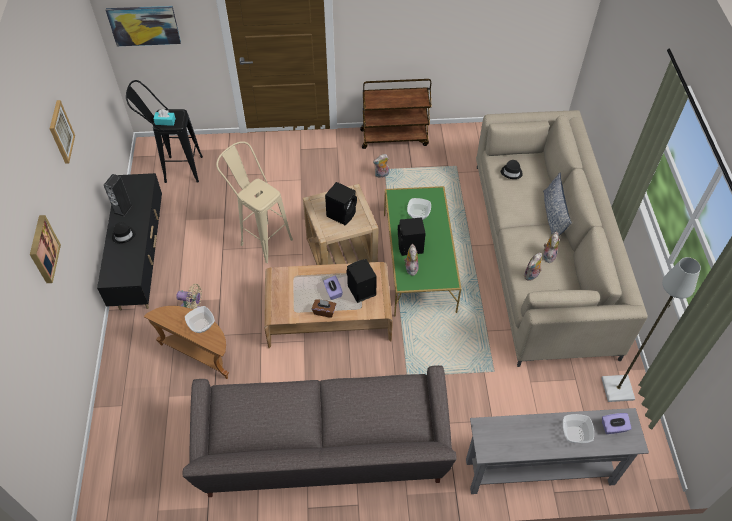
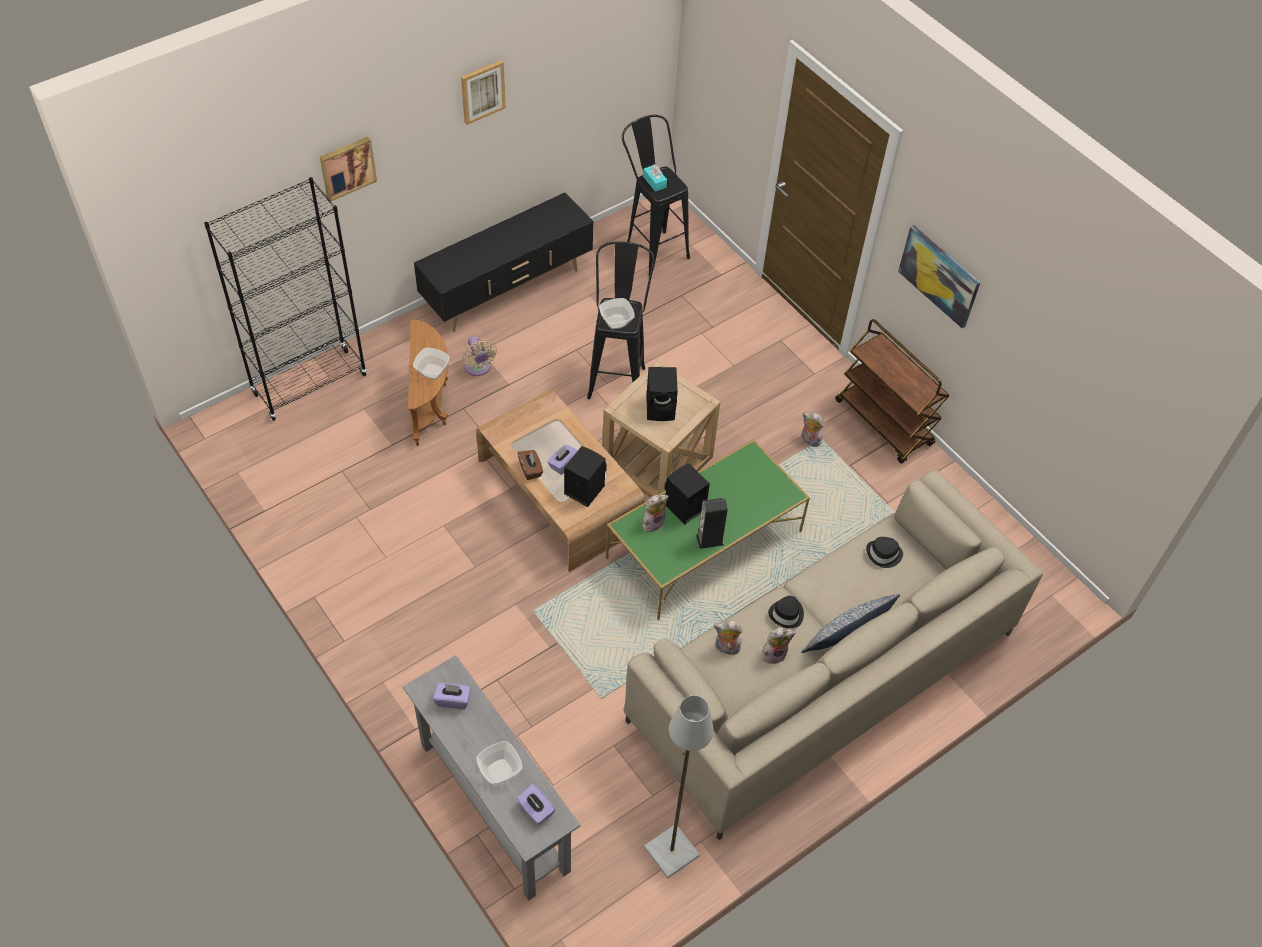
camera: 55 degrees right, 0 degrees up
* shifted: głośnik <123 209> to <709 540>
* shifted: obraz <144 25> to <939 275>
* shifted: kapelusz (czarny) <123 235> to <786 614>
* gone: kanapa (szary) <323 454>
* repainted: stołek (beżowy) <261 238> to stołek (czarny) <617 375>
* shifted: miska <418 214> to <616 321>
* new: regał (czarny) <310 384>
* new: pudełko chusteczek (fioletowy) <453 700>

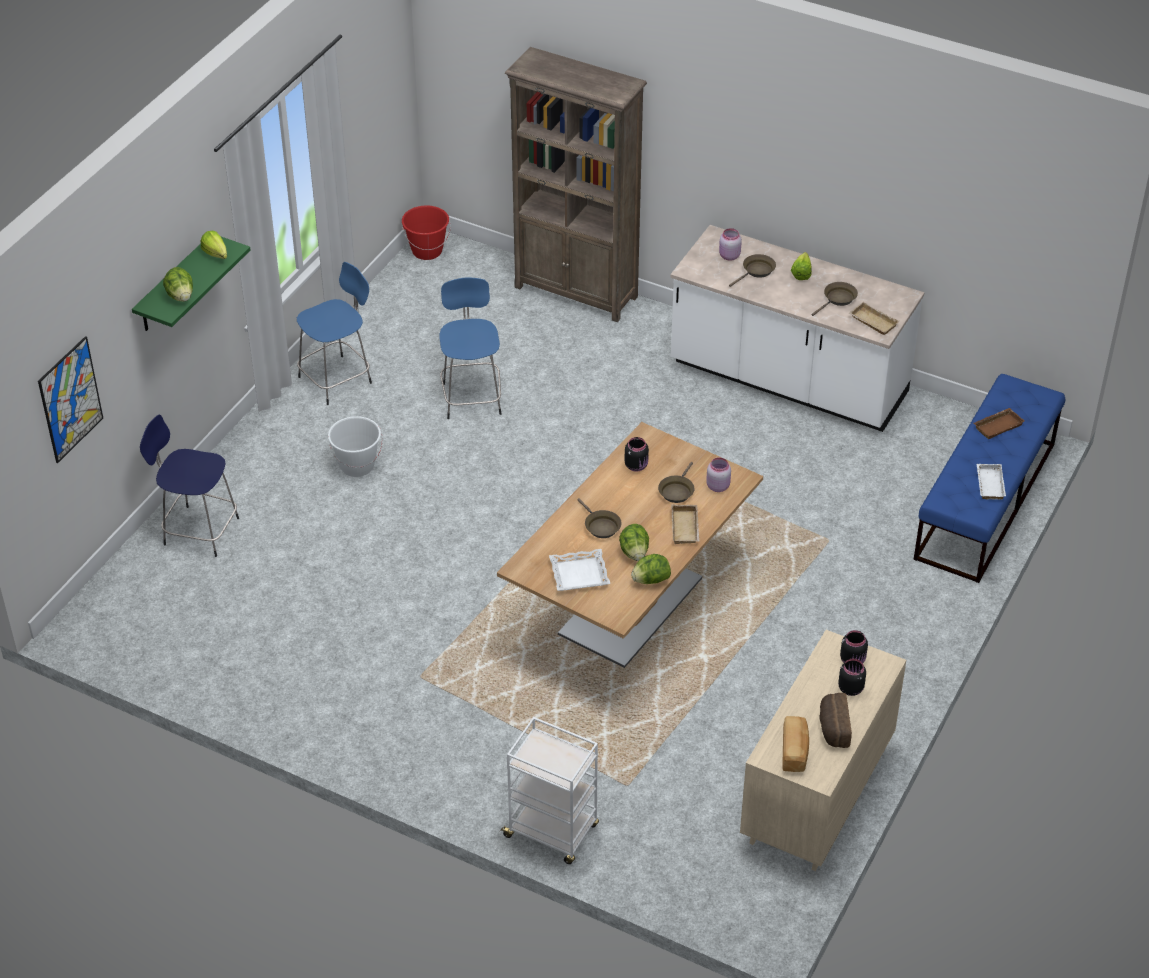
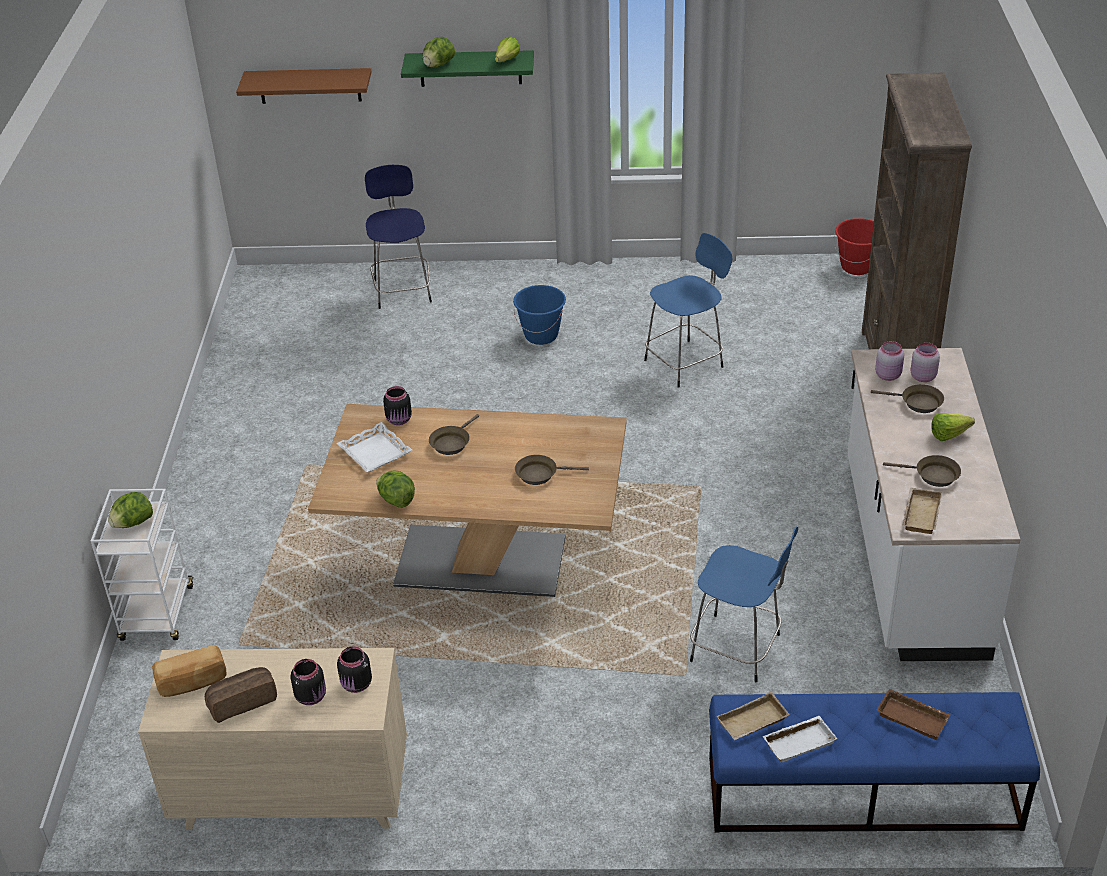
camera: 65 degrees right, 5 degrees down
* swapped: obraz <70 399> to półka (brązowy) <309 85>
* shifted: stołek (niebieski) <337 379> to <738 649>
* repainted: wiadro (biały) <357 466> to wiadro (niebieski) <541 335>
* shifted: sałata <634 552> to <133 523>
* shifted: słoik (czarny) <637 465> to <399 420>
* shifted: taca (beżowy) <686 528> to <752 723>
* shifted: słoik (różowy) <717 486> to <888 375>

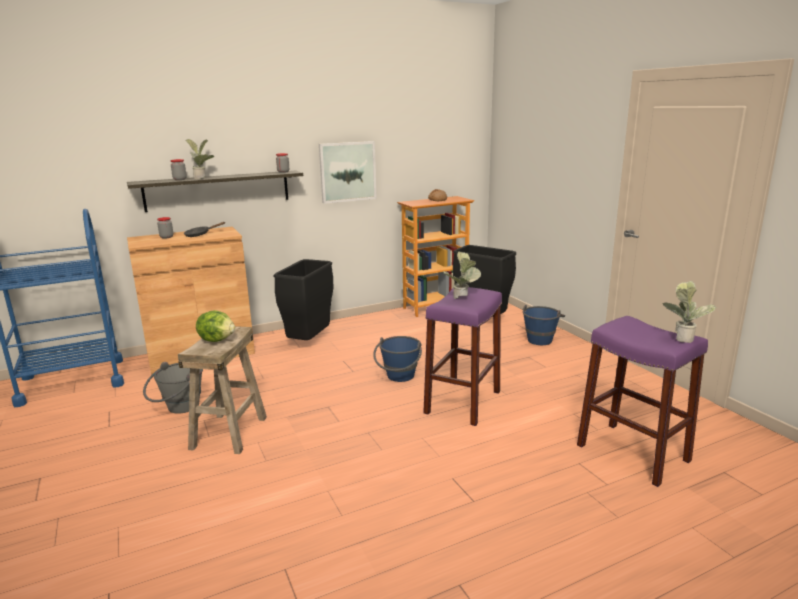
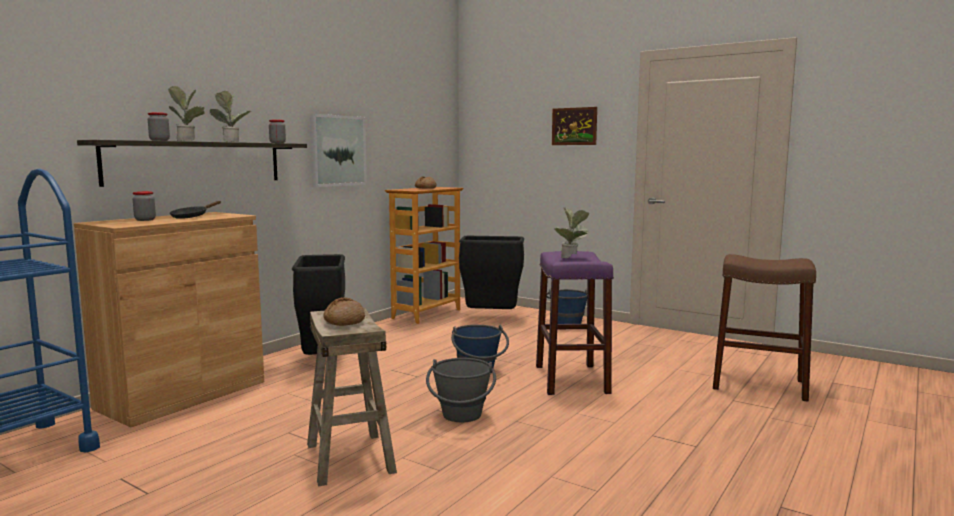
camera: 30 degrees left, 10 degrees down
* shifted: wiadro (szary) <178 409> to <461 418>
* swapped: sałata <217 339> to chleb <344 321>
* repainted: stołek (fioletowy) <633 453> to stołek (brązowy) <759 385>
* shifted: roślina doniczkowa <682 337> to <231 142>
* new: obraz <574 126>

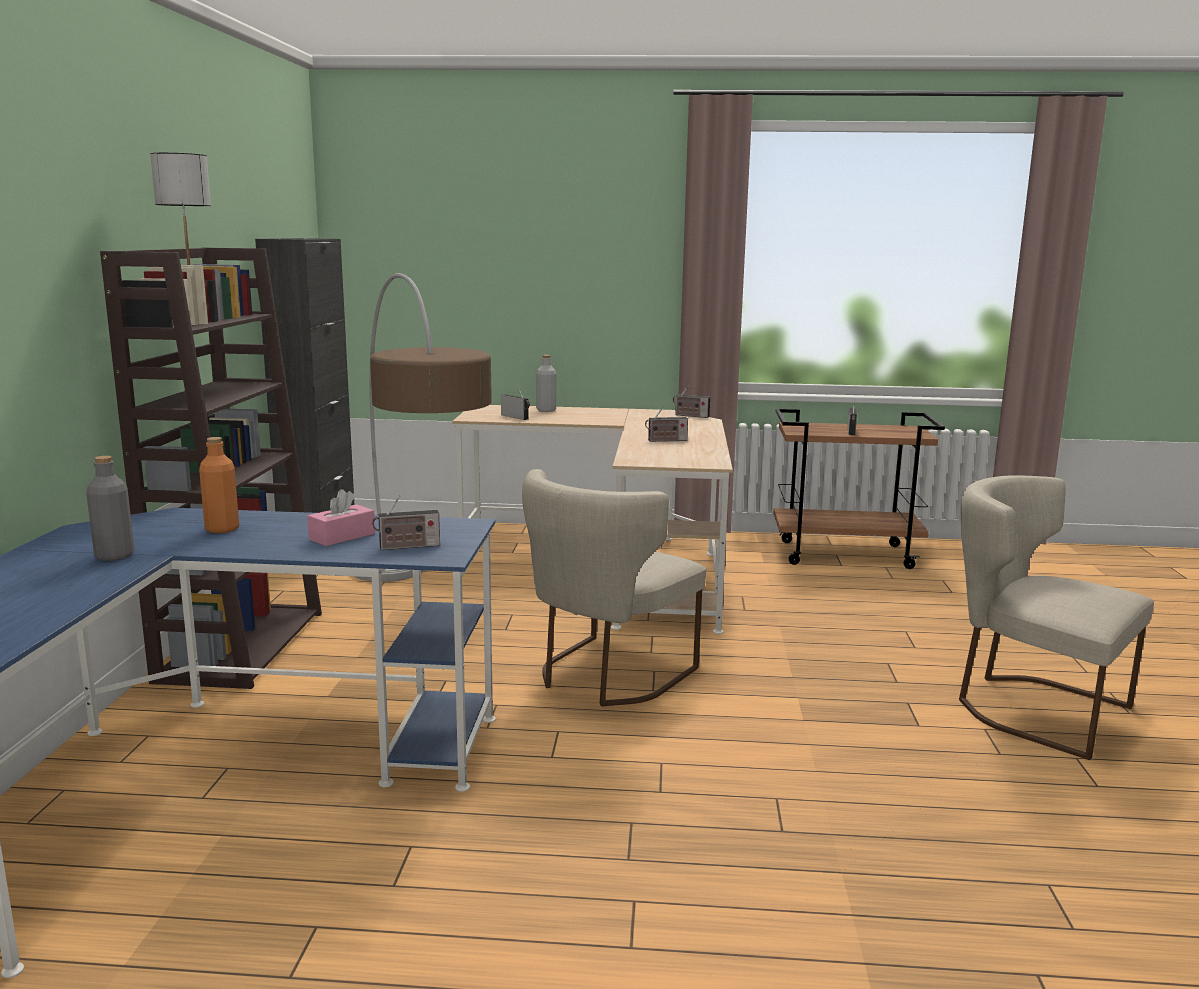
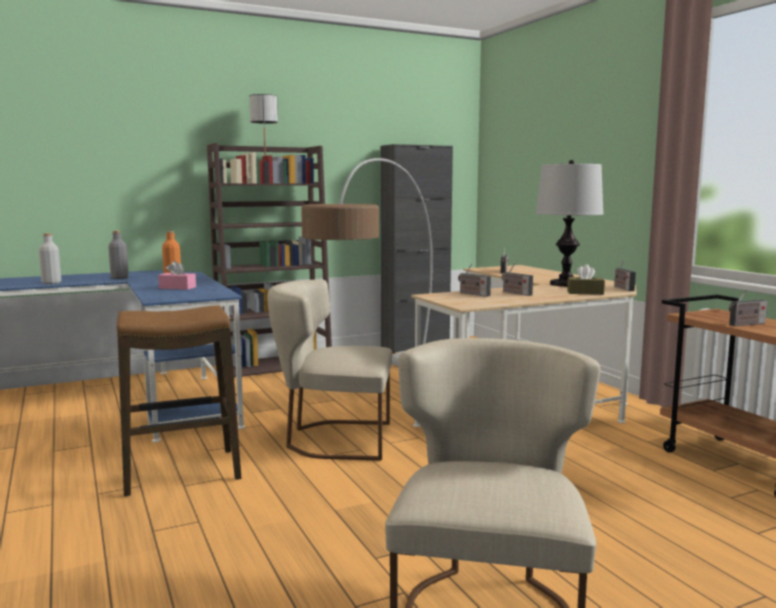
camera: 60 degrees right, 5 degrees down
* shifted: radio <406 547> to <473 294>
* shifted: butelka (szary) <546 410> to <51 283>
* new: stołek <181 472>
* new: lampa stołowa <566 284>
* new: pudełko chusteczek (brązowy) <585 292>

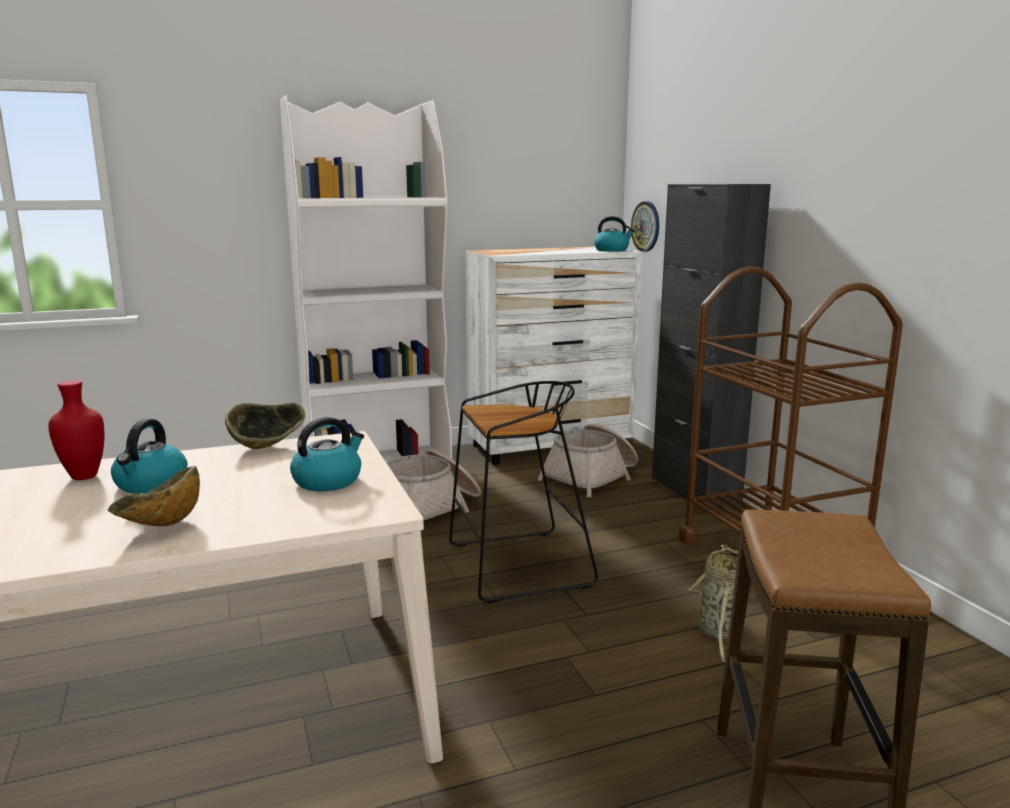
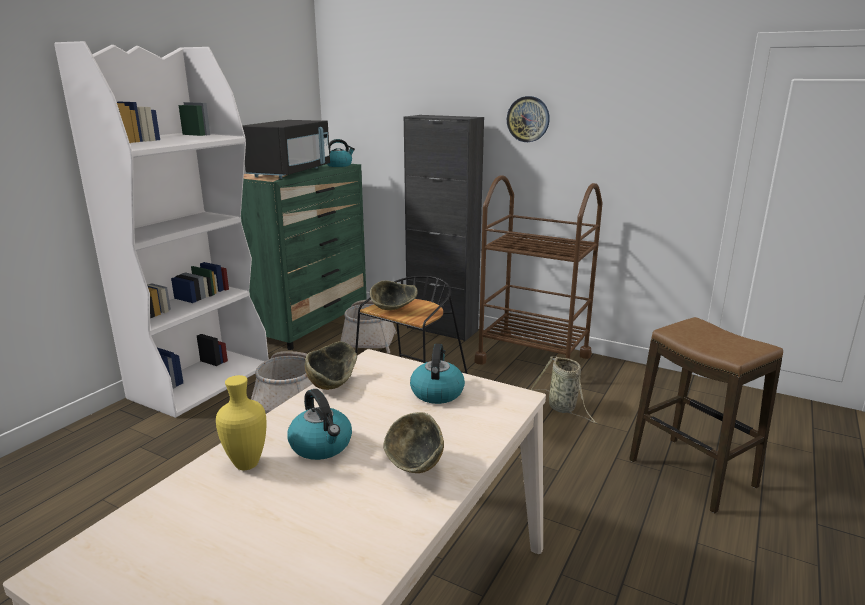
camera: 40 degrees left, 5 degrees up
* repainted: wazon (czerwony) <85 477> to wazon (żółty) <248 464>
* repainted: komoda (biały) <551 446> to komoda (zielony) <311 324>
* shifted: zegar ścienny <646 226> to <528 119>
* new: mikrofalówka (czarny) <290 173>
* new: miska <393 310>

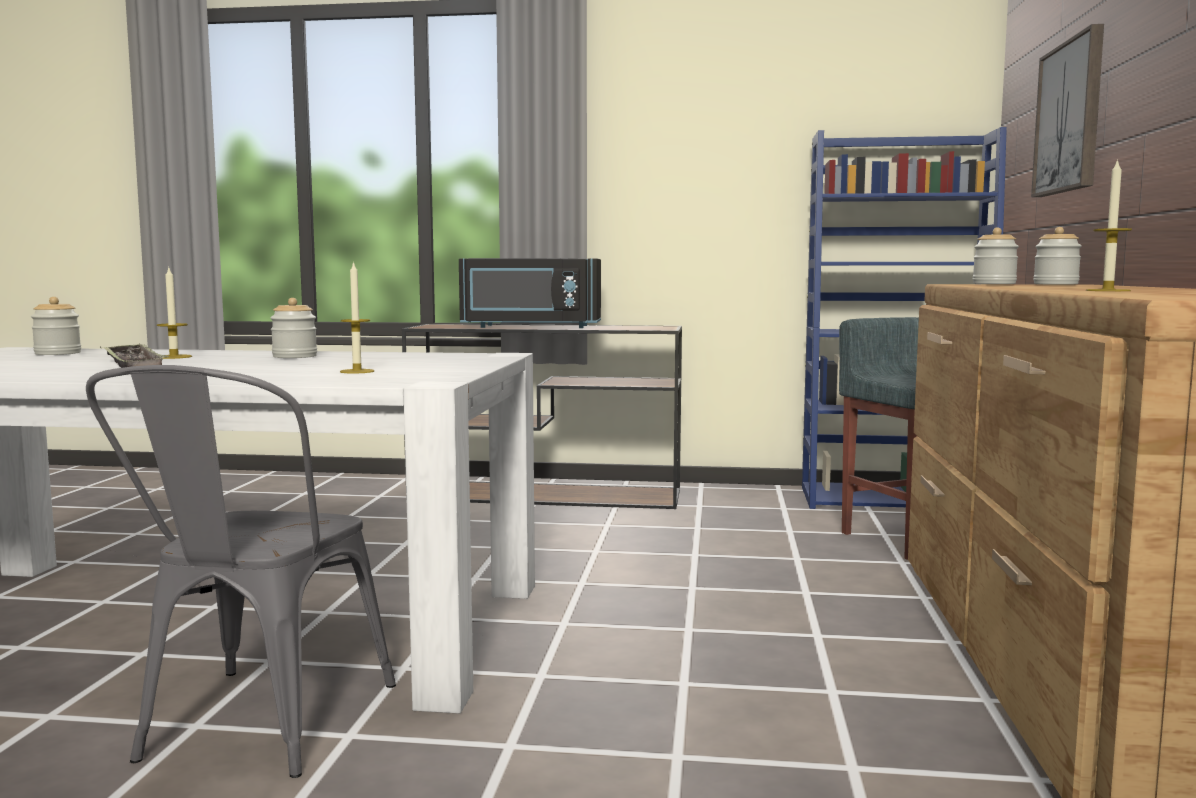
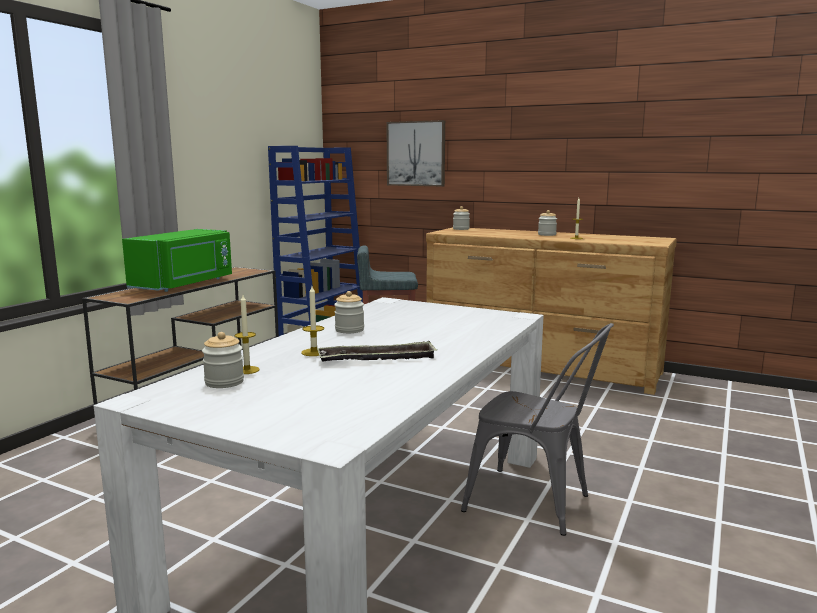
camera: 70 degrees left, 5 degrees up
* shifted: świeca <357 371> to <247 370>
* repainted: mikrofalówka (czarny) <530 327> to mikrofalówka (zielony) <185 284>
* shifted: słoik <994 284> to <547 235>

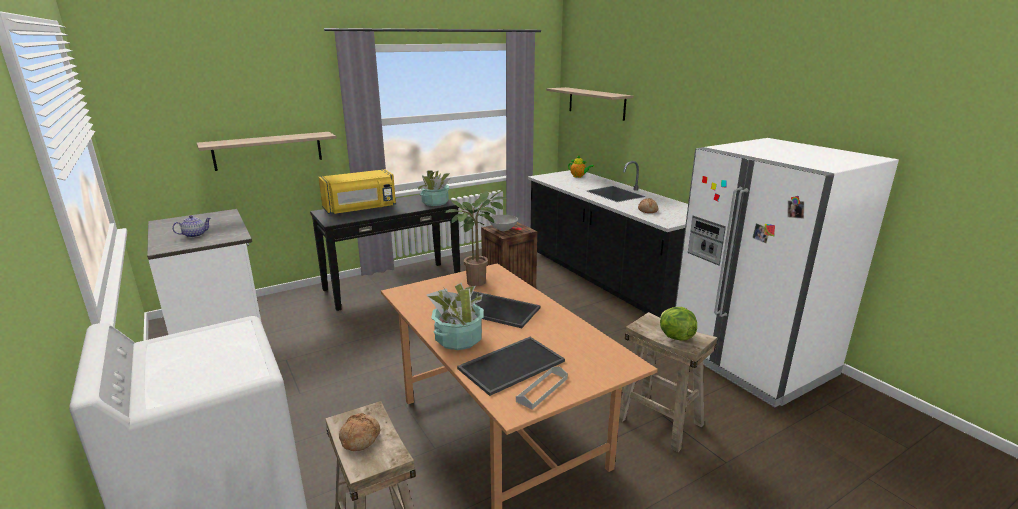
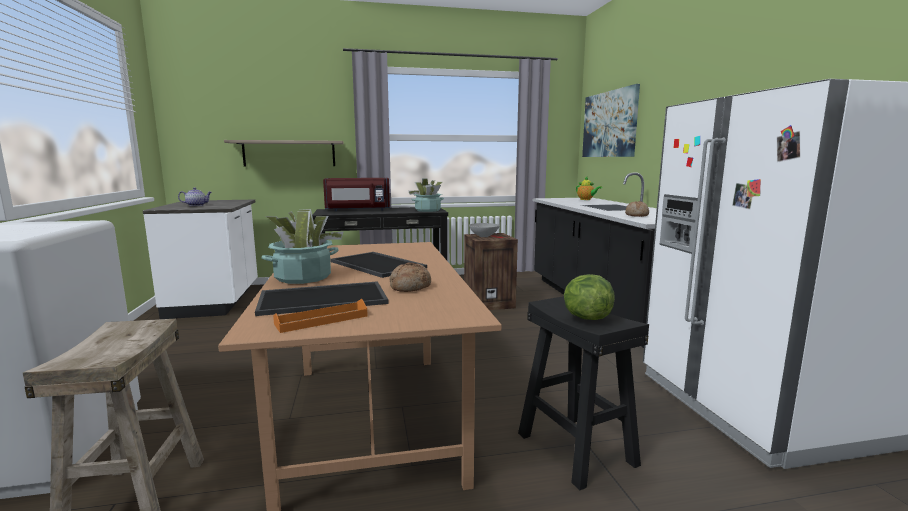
camera: 20 degrees right, 10 degrees down
* repainted: mikrofalówka (żółty) <361 209> to mikrofalówka (czerwony) <358 210>
* shifted: chleb <359 438> to <410 287>
* gone: roślina doniczkowa <478 281>
* repainted: taca (szary) <542 390> to taca (pomarańczowy) <321 320>
* swapped: półka <596 103> to obraz <609 124>
* repainted: stołek (beżowy) <660 421> to stołek (czarny) <577 448>

